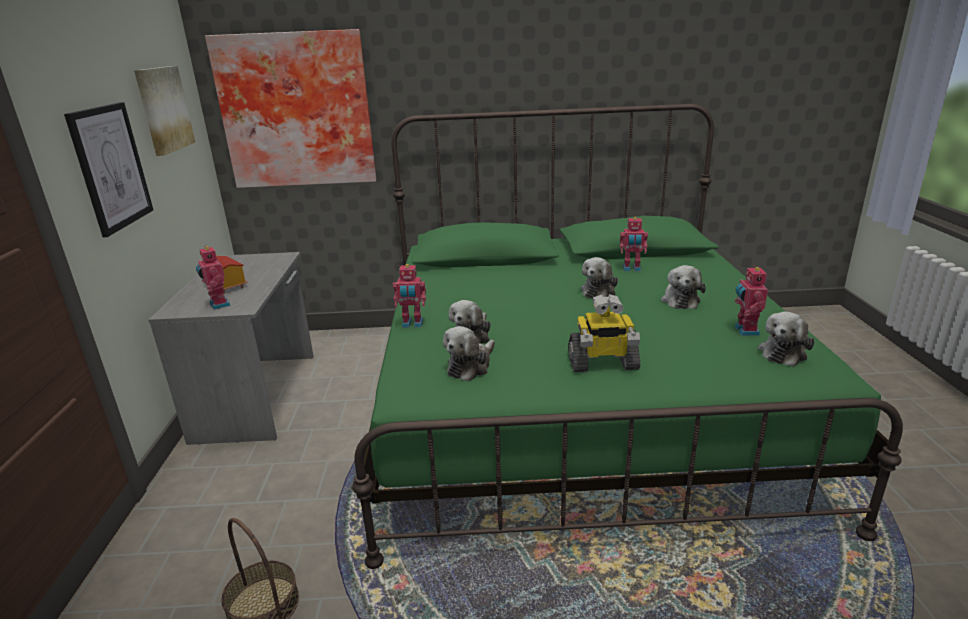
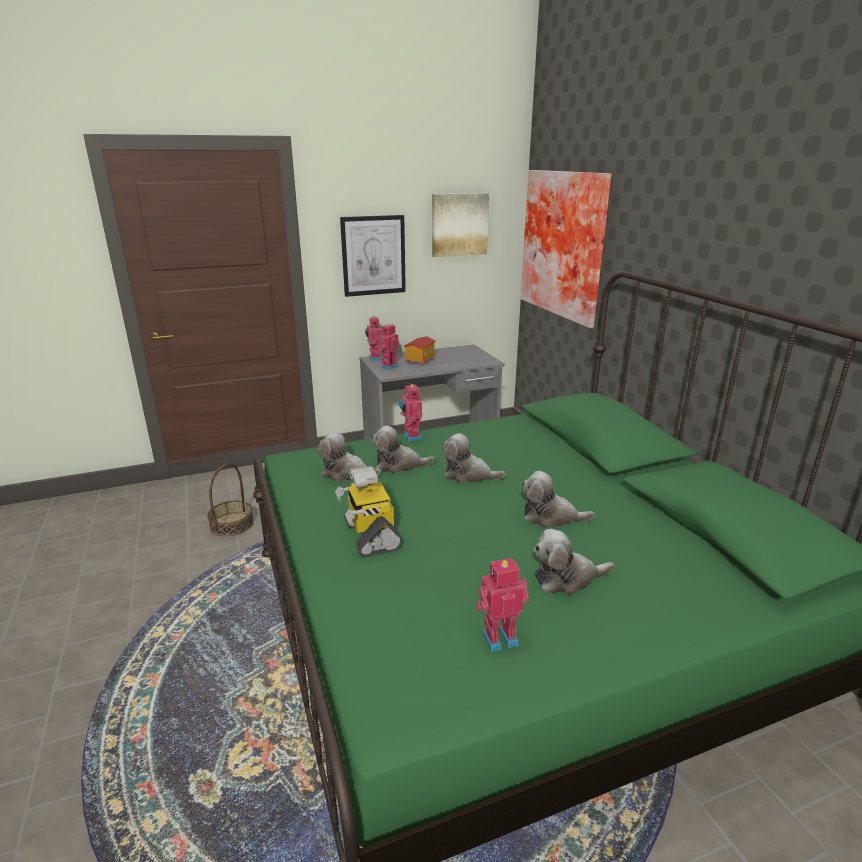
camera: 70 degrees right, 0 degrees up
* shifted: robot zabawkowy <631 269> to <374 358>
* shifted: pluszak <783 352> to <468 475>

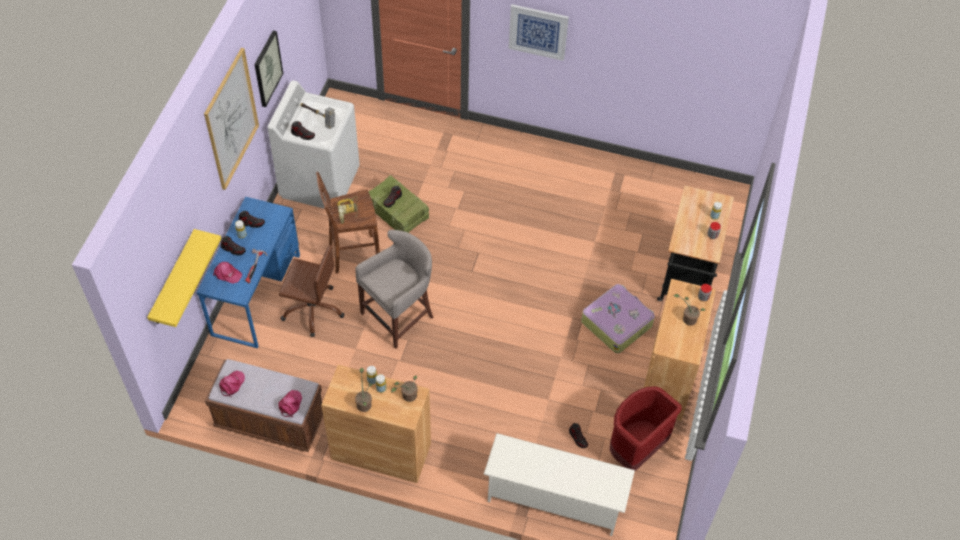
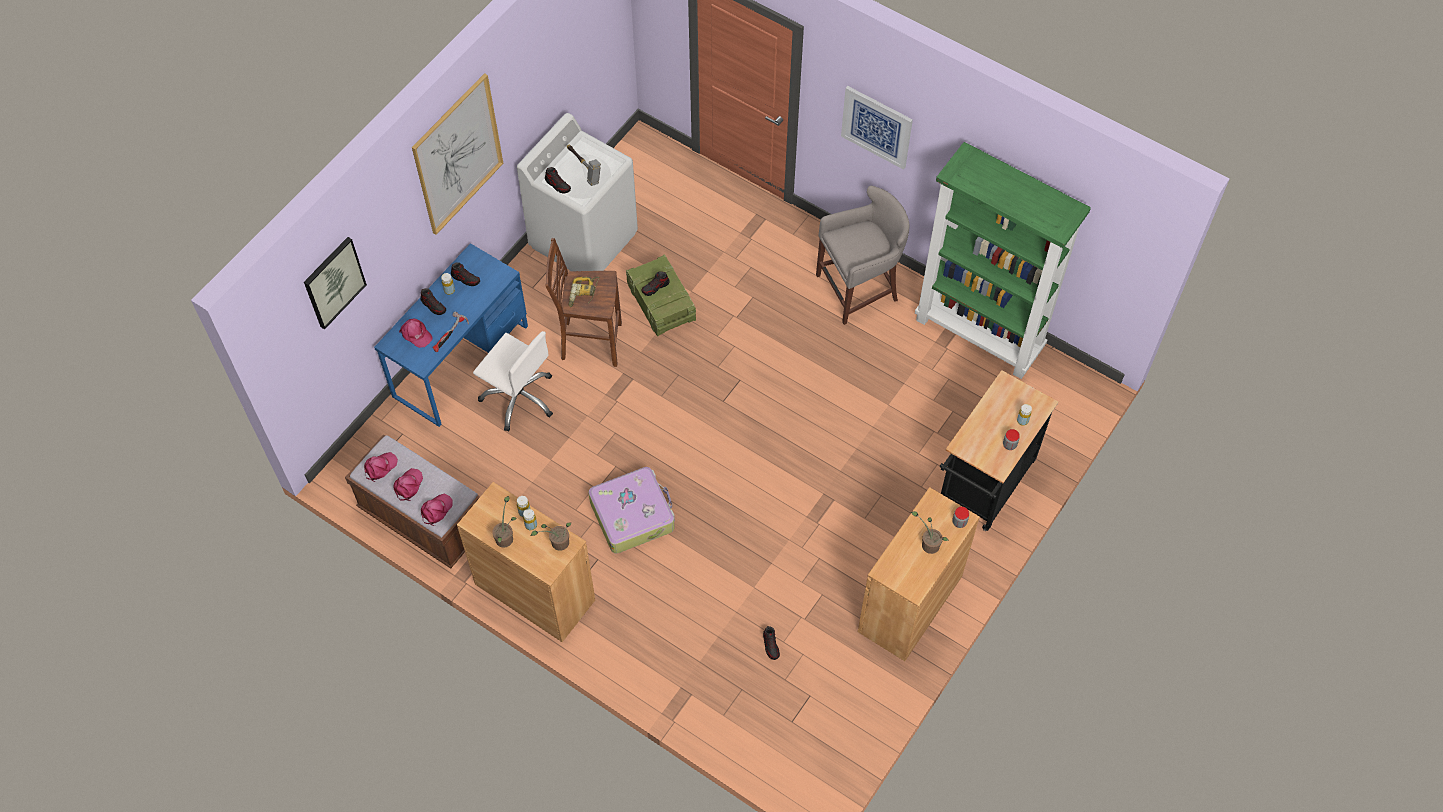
camera: 20 degrees right, 5 degrees up
* gone: półka (żółty) <173 279>
* shifted: obraz <267 68> to <333 282>
* repainted: krzesło biurowe (brązowy) <313 309> to krzesło biurowe (biały) <519 397>
* shifted: stołek (szary) <399 315> to <859 288>
* gone: regał na buty (biały) <554 499>
* shifted: walizka <616 323> to <632 514>
* gone: kosz na śmieci (czerwony) <636 449>
* new: czapka z daszkiem (różowy) <408 485>
* new: regał (zielony) <979 335>

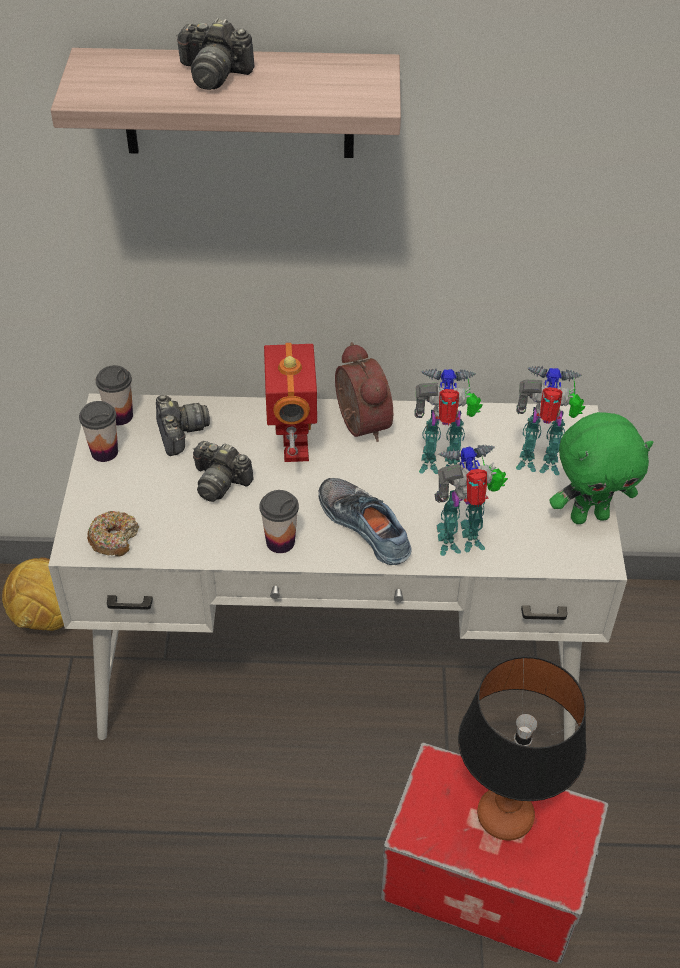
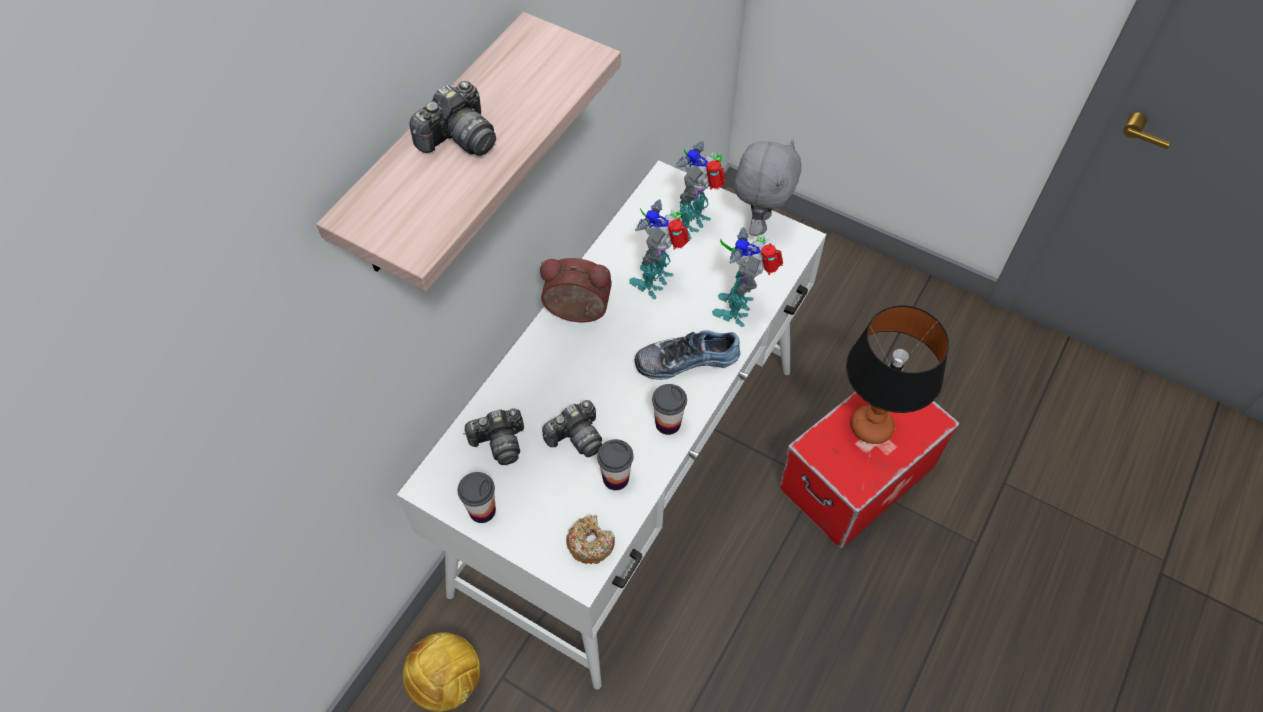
camera: 60 degrees left, 10 degrees up
* shifted: filiżanka <119 416> to <615 478>
* rotated: aparat fotograficzny <180 433> = <499 442> 150 degrees clockwise
* gone: robot zabawkowy <292 448>
* repainted: pluszak (zielony) <589 516> to pluszak (szary) <759 222>

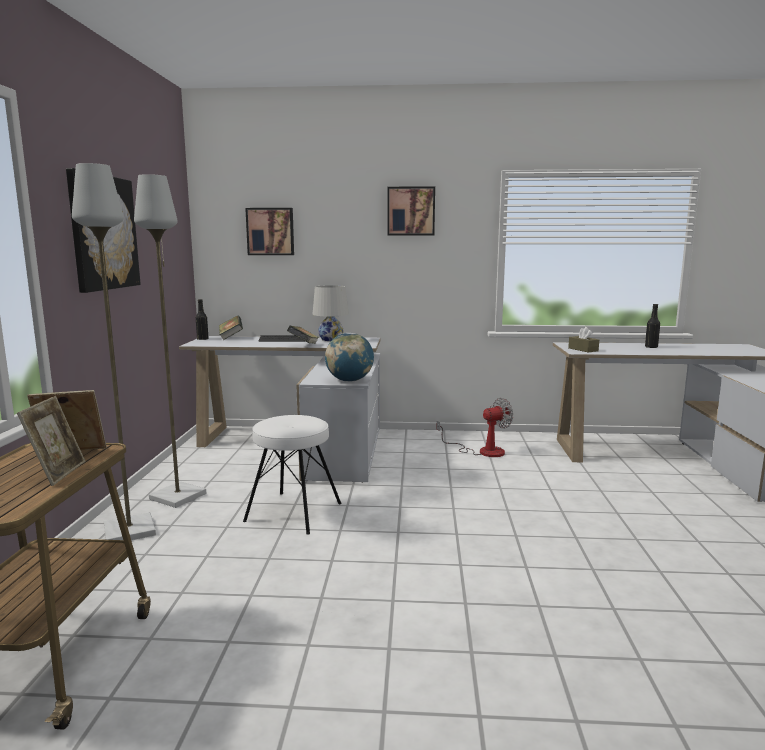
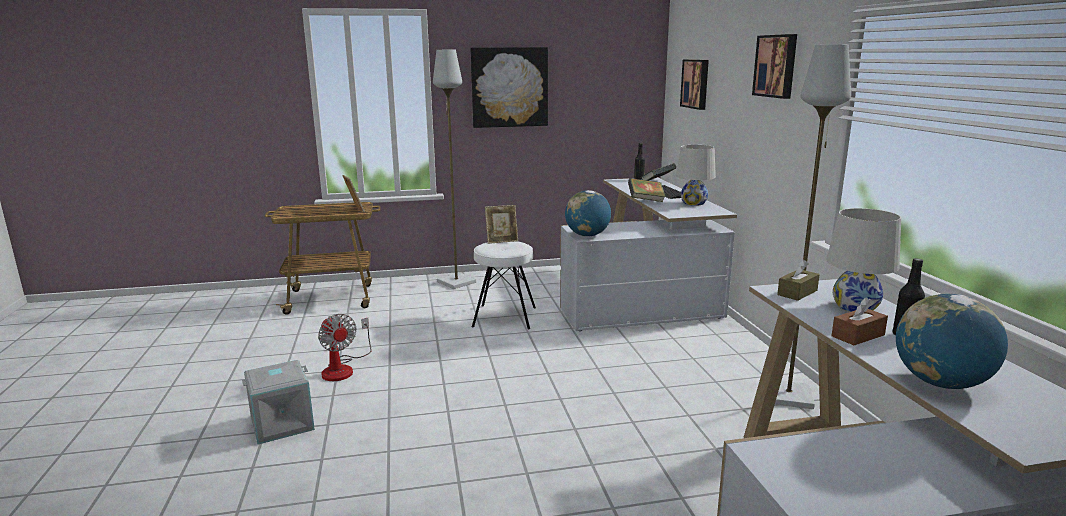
camera: 75 degrees right, 5 degrees up
* shifted: ramka na zdjęcie <58 473> to <502 241>
* shifted: lampa stojąca (szary) <178 496> to <789 395>
* shifted: wentylator <482 451> to <343 368>
* new: pojemnik do przechowywania (szary) <282 425>
* new: lampa stołowa (biały) <855 307>
* new: pudełko chusteczek (brązowy) <858 335>
* new: globus <941 383>

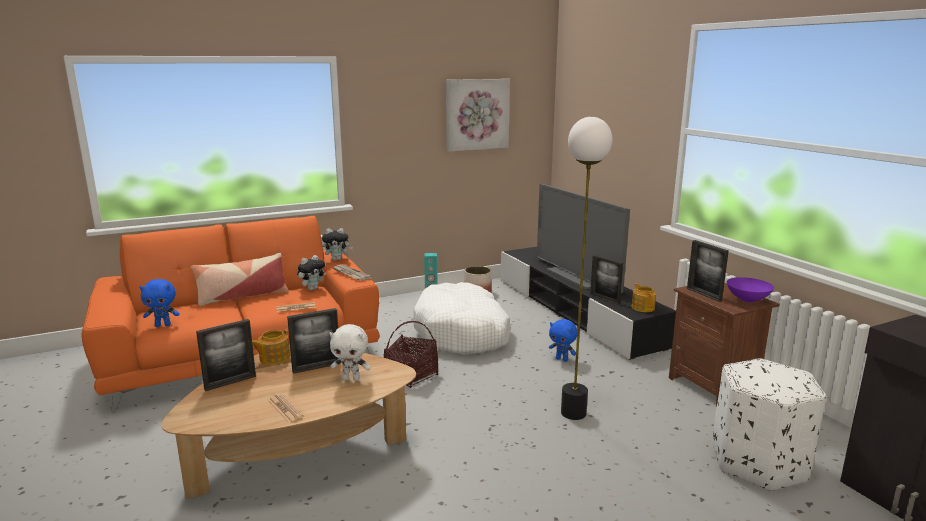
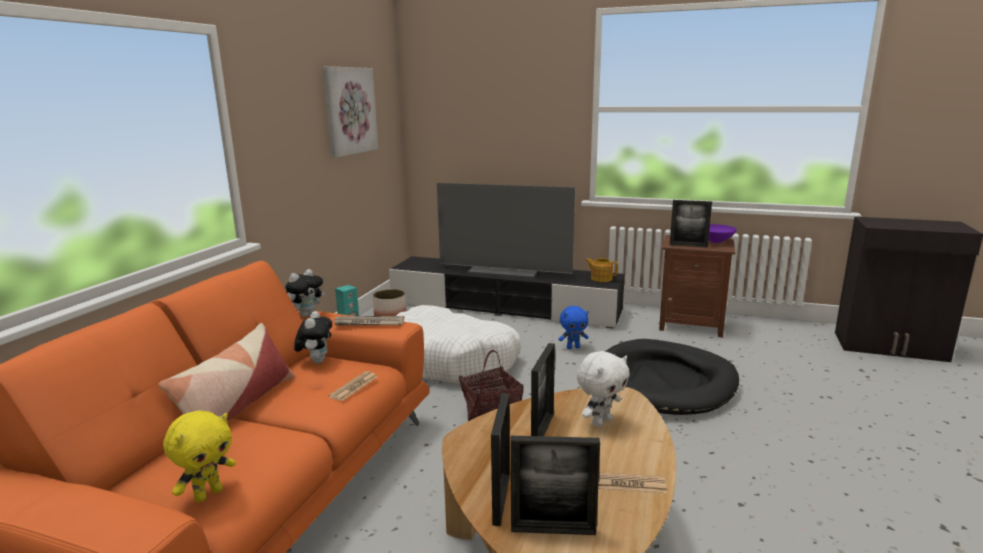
camera: 45 degrees left, 0 degrees up
* repainted: pluszak (niebieski) <163 325> to pluszak (żółty) <208 494>
* gone: imbryk <273 358>
* swapped: lampa stojąca <574 413> to legowisko (czarny) <664 382>
* shifted: ramka na zdjęcie <604 299> to <553 530>
* gone: pufa (biały) <759 463>

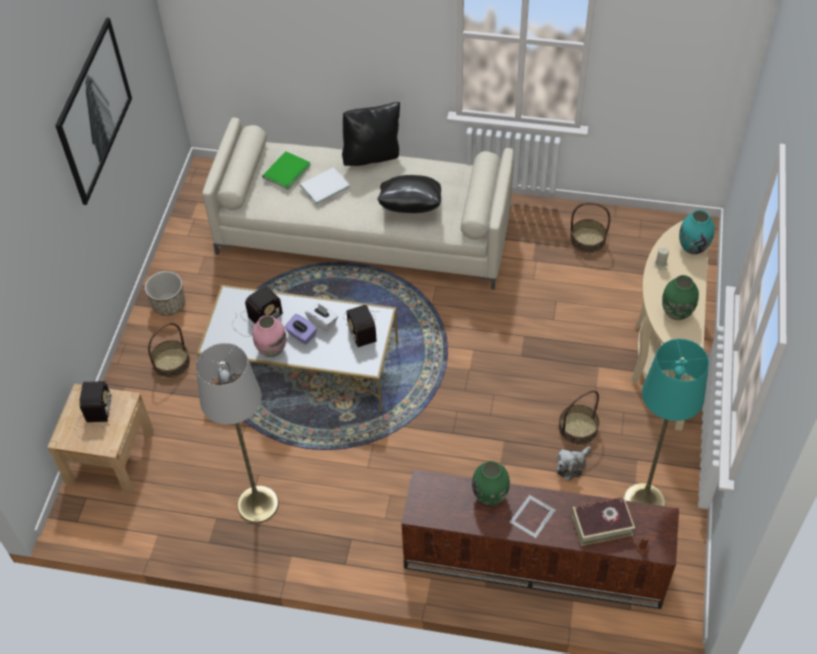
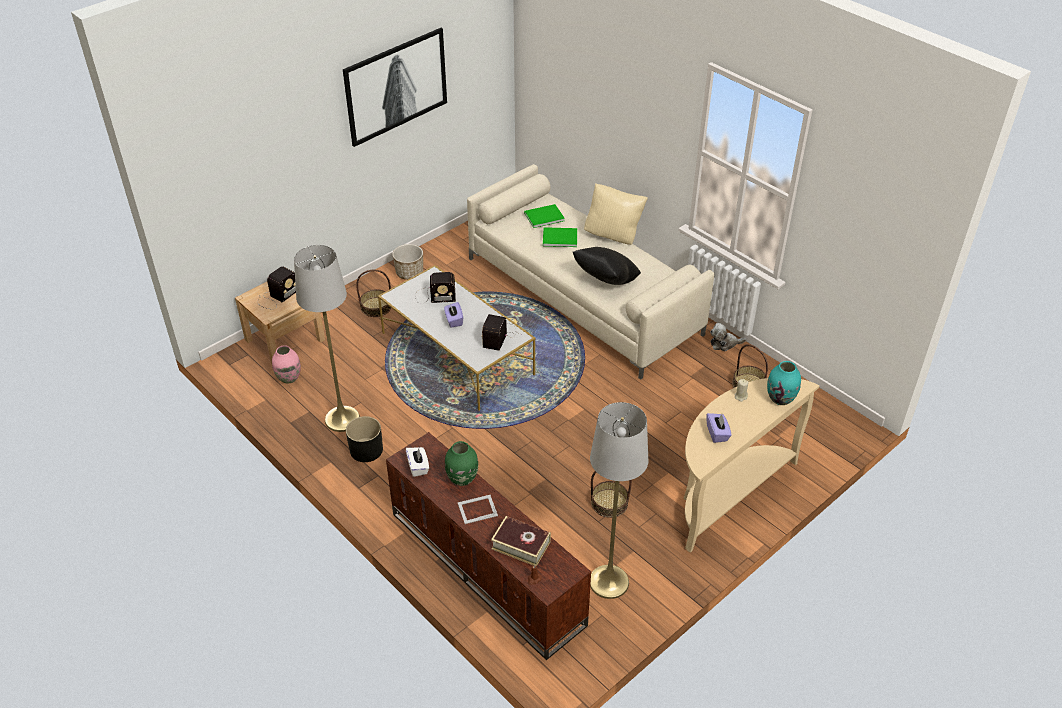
camera: 35 degrees right, 10 degrees down
* shifted: wazon (różowy) <271 350> to <288 378>
* repainted: książka (biały) <323 187> to książka (zielony) <559 237>
* shifted: pudełko chusteczek (biały) <322 322> to <418 467>
* repainted: poduszka (czarny) <372 156> to poduszka (beżowy) <613 236>
* shifted: pluszak <572 465> to <724 344>
* repainted: lampa stojąca (turkusowy) <644 502> to lampa stojąca (szary) <609 581>
* swapped: wazon (zielony) <676 312> to pudełko chusteczek (fioletowy) <717 433>
* new: donica (czarny) <366 450>

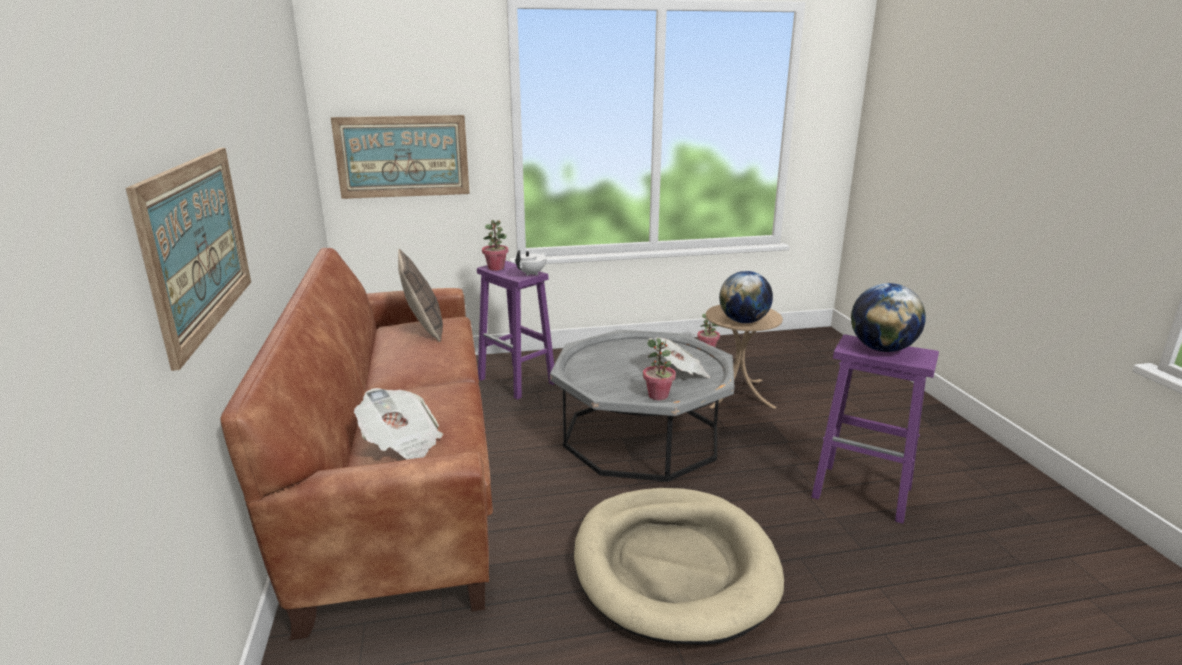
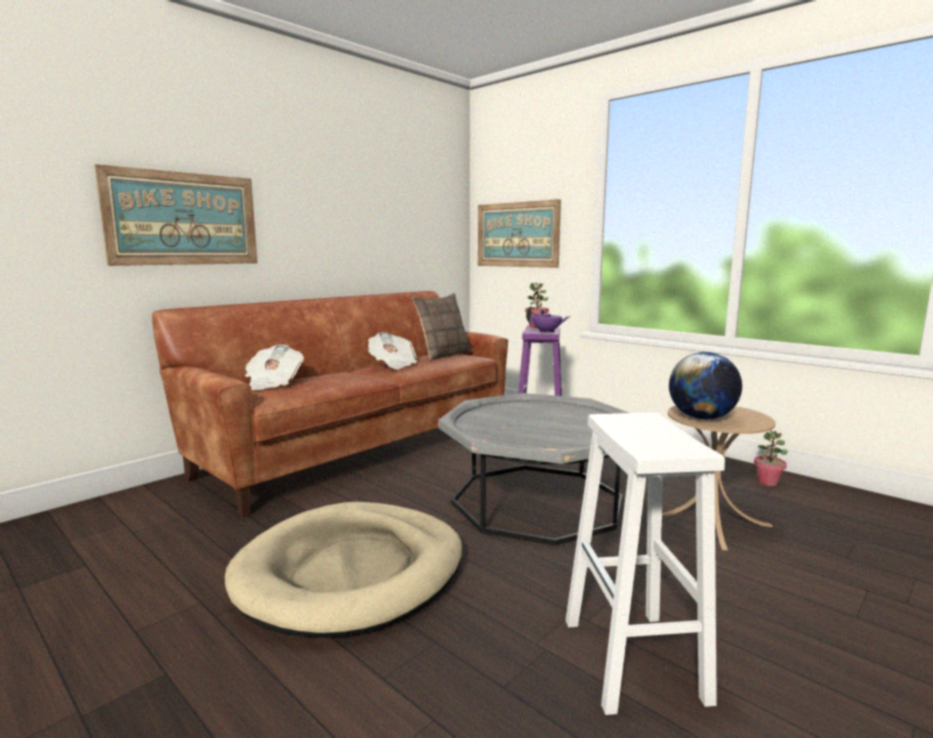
camera: 55 degrees right, 10 degrees down
* repainted: imbryk (biały) <531 273> to imbryk (fioletowy) <547 332>
* gone: roślina doniczkowa <658 396>
* shifted: gazeta <679 372> to <392 364>
* repainted: stołek (fioletowy) <863 493> to stołek (biały) <634 661>
* gone: globus <882 349>

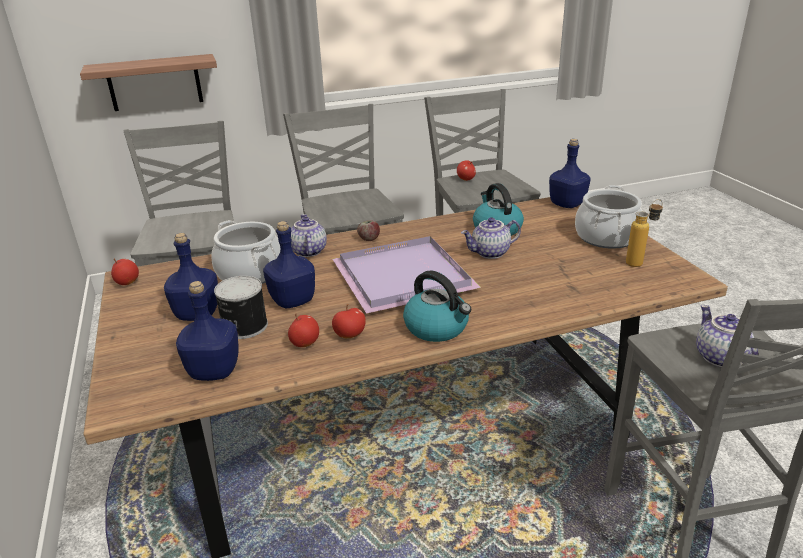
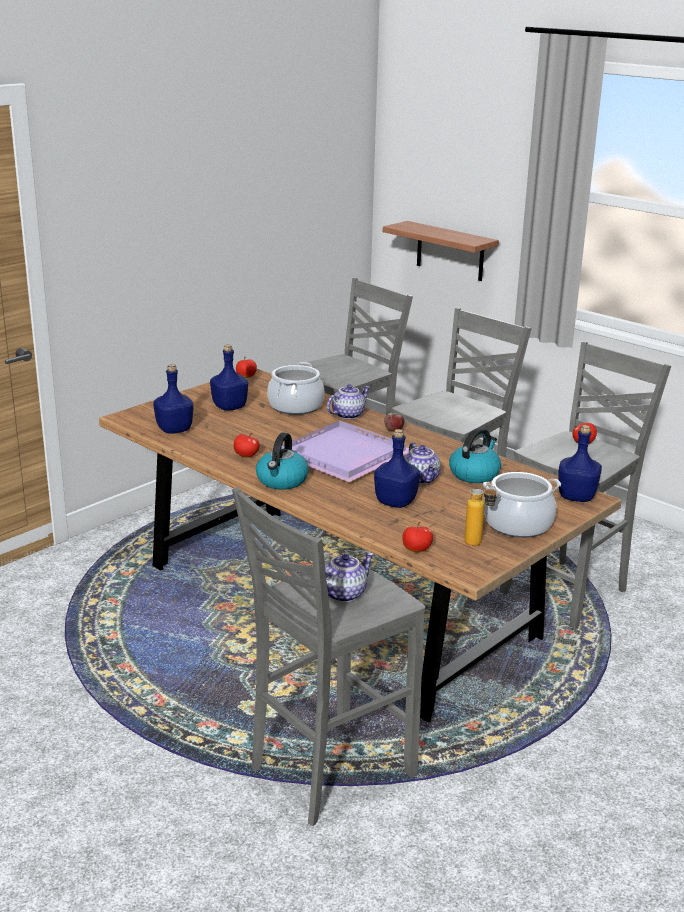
camera: 60 degrees right, 5 degrees down
* gone: puszka <243 326>
* shifted: butelka (niebieski) <292 300> to <396 502>
* shifted: jabłko <305 343> to <416 550>
* rotated: imbryk <490 253> = <421 479> 150 degrees counterclockwise

